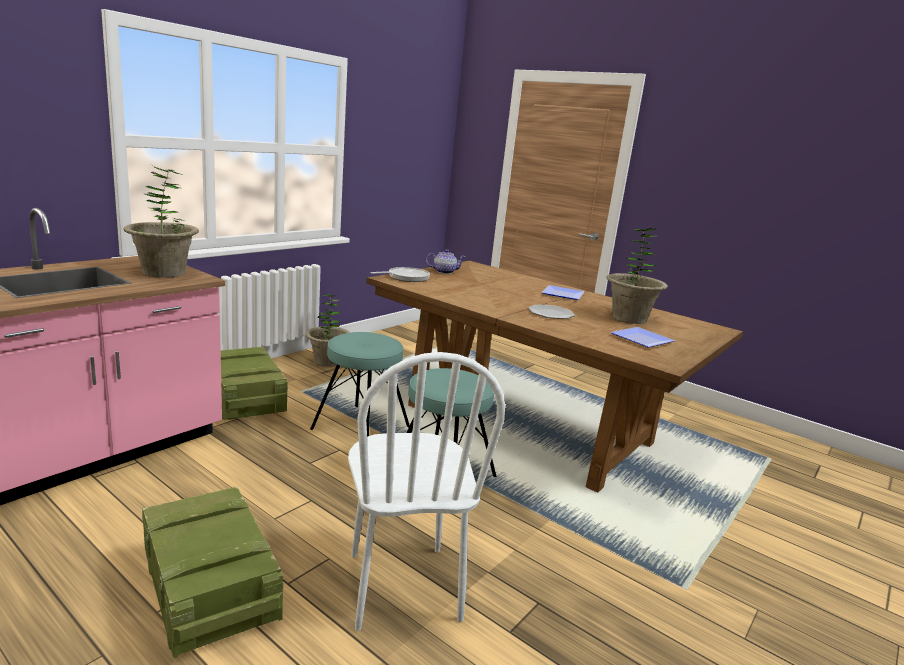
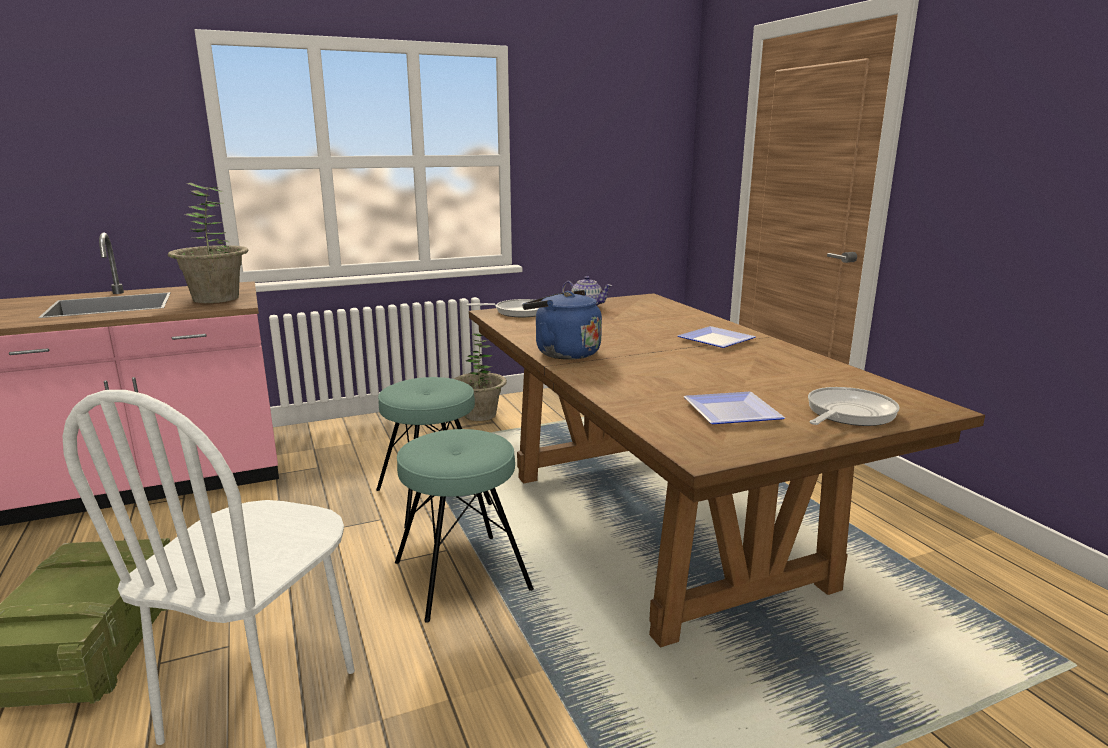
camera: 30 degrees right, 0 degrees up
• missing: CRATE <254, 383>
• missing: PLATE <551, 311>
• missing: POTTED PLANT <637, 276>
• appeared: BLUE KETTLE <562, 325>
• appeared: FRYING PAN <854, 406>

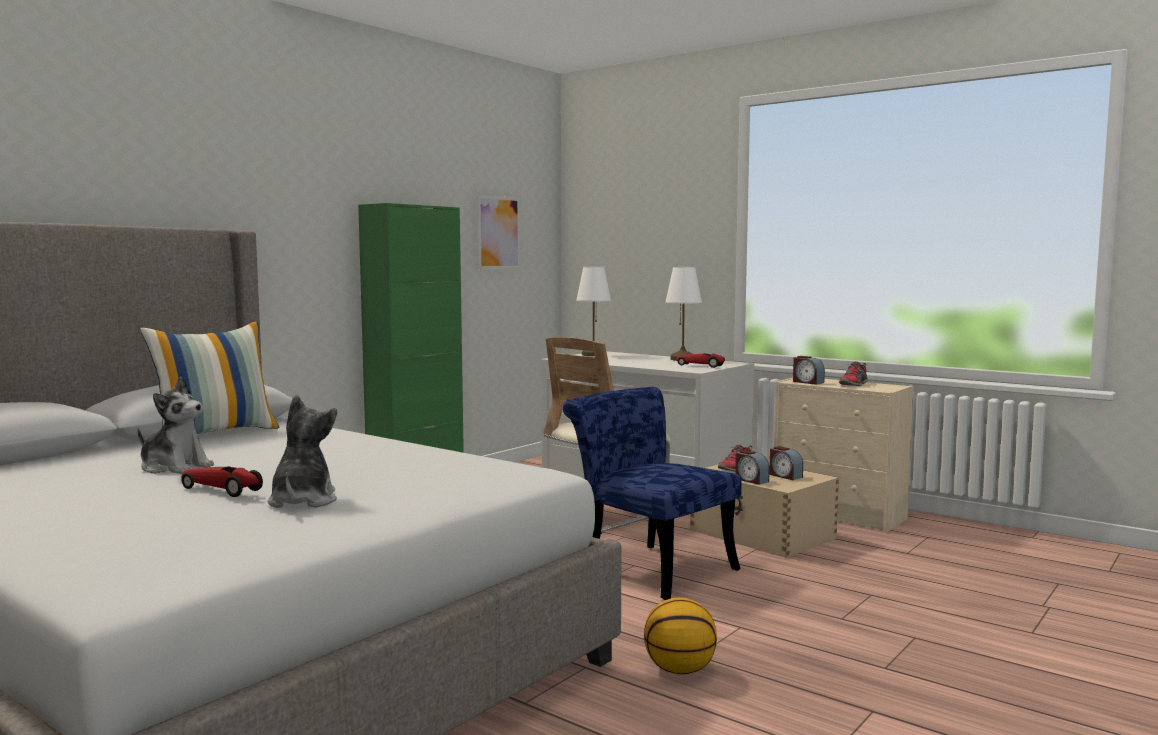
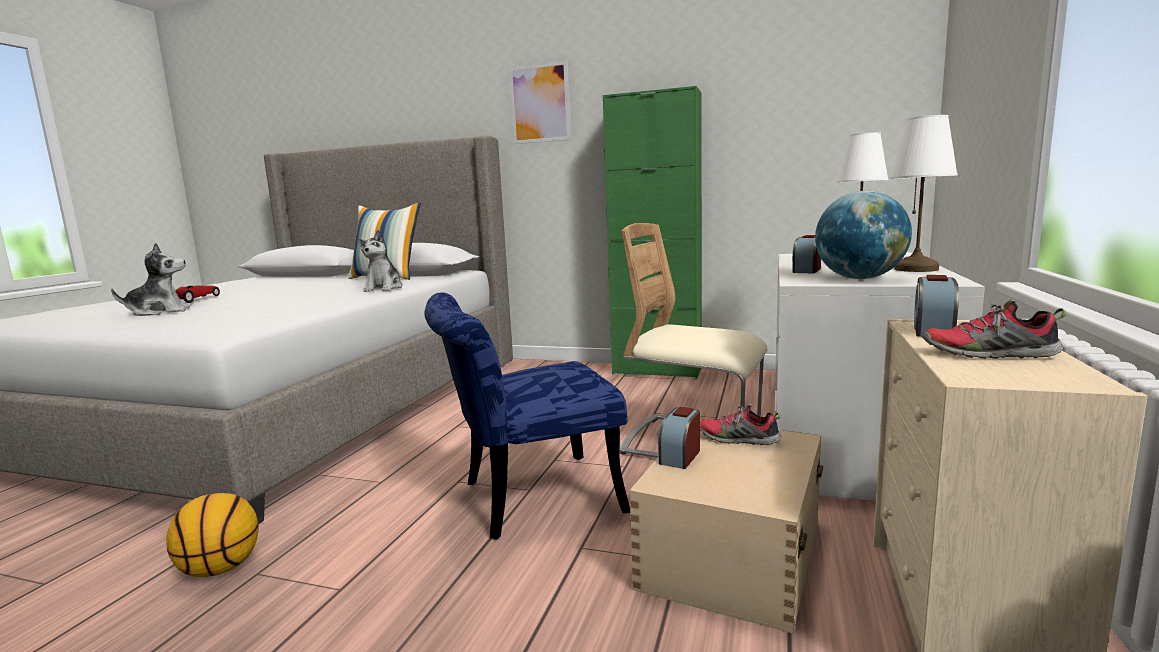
camera: 70 degrees right, 5 degrees up
• relocated: PLUSH TOY <175, 425> to <380, 261>
• relocated: PICTURE <499, 232> to <540, 102>
• spun: BLUE CHAIR <652, 493> = <527, 416> 135 degrees counterclockwise
• exchanged: TOY CAR <700, 360> to GLOBE <863, 235>
• relocated: ALARM CLOCK <786, 463> to <806, 254>

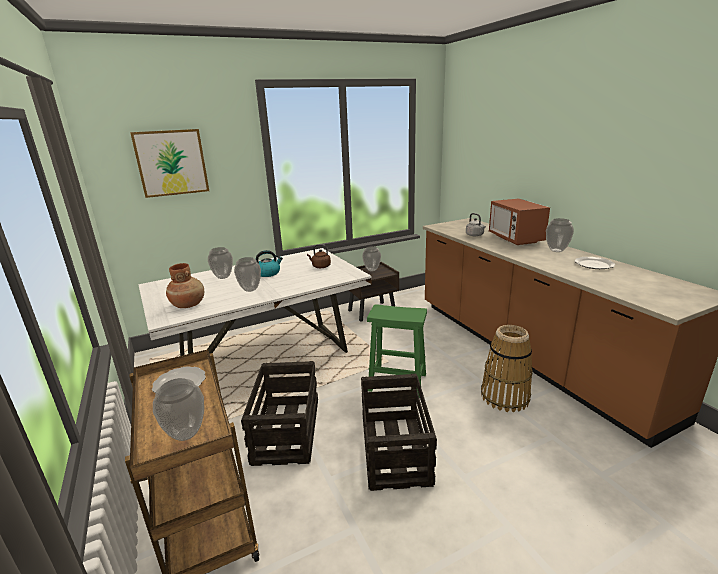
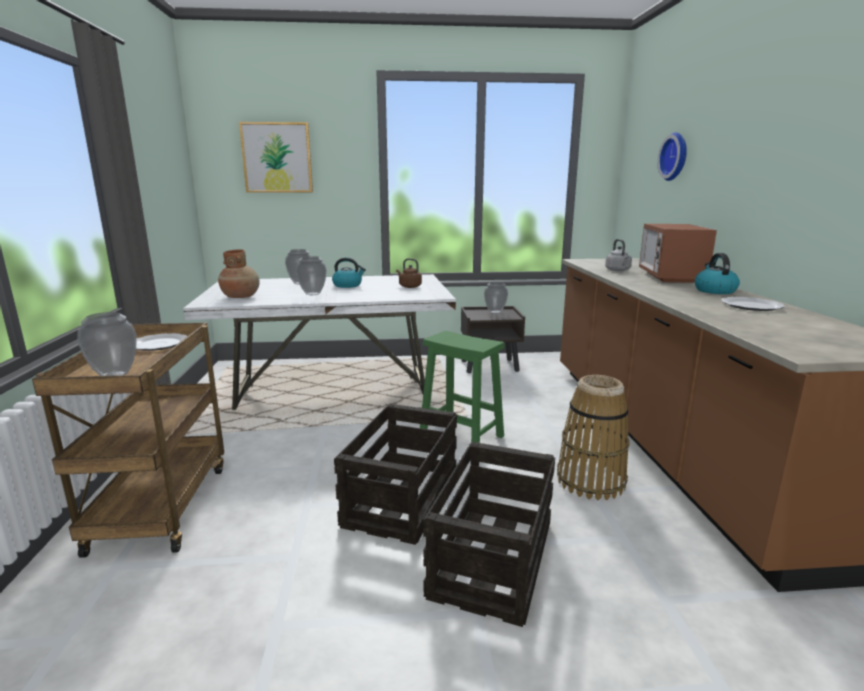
camera: 20 degrees right, 5 degrees down
• relocated: CRATE <279, 413> to <489, 534>
• exchanged: VASE <560, 235> to KETTLE <717, 273>
• appeared: WALL CLOCK <672, 156>

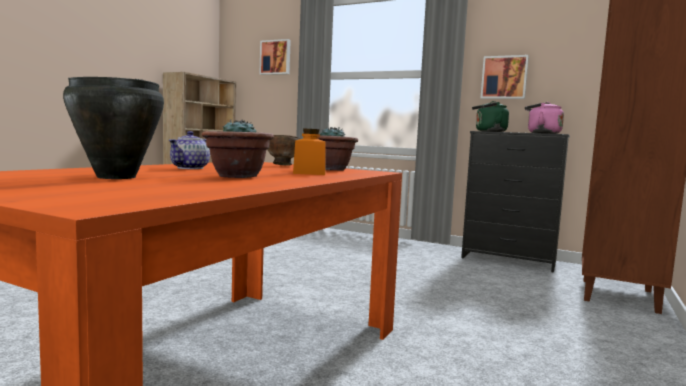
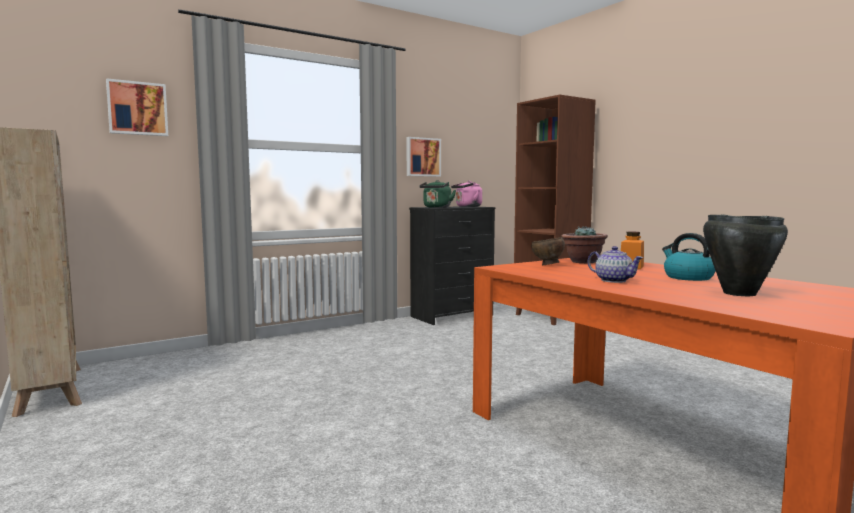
camera: 60 degrees left, 0 degrees up
• exchanged: POTTED PLANT <238, 148> to KETTLE <689, 257>

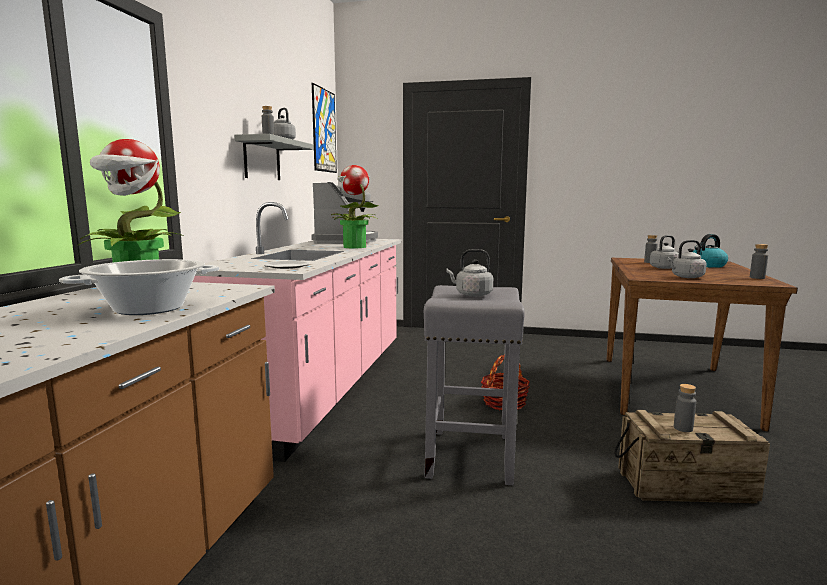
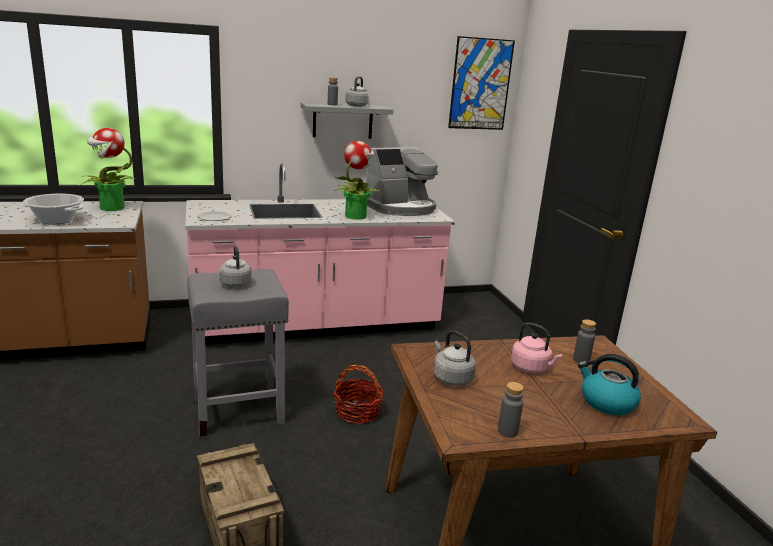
camera: 60 degrees right, 10 degrees up
• colour: GREY KETTLE <664, 252> to PINK KETTLE <537, 347>
• missing: GREY BOTTLE <685, 408>

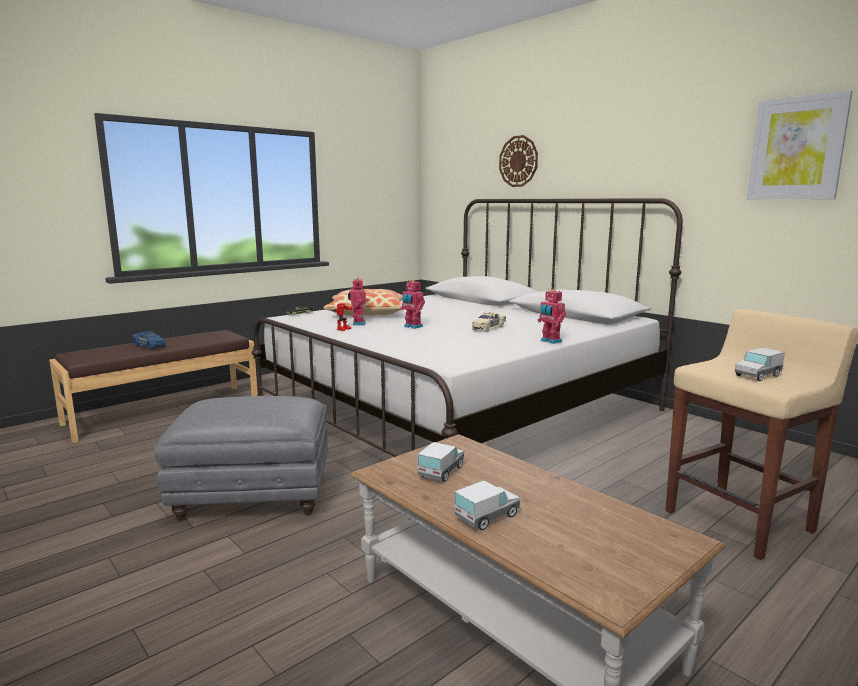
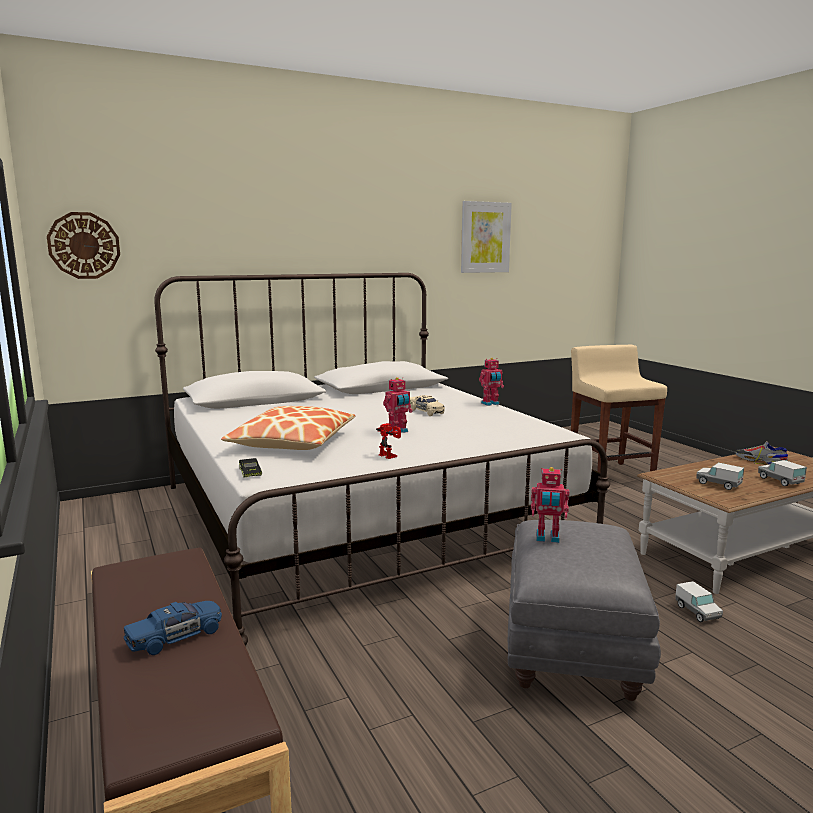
camera: 75 degrees left, 0 degrees up
• relocated: TOY ROBOT <357, 301> to <550, 505>
• relocated: WALL CLOCK <518, 161> to <83, 245>
• relocated: TOY TRUCK <760, 364> to <699, 601>
• appeared: SHOE <762, 453>

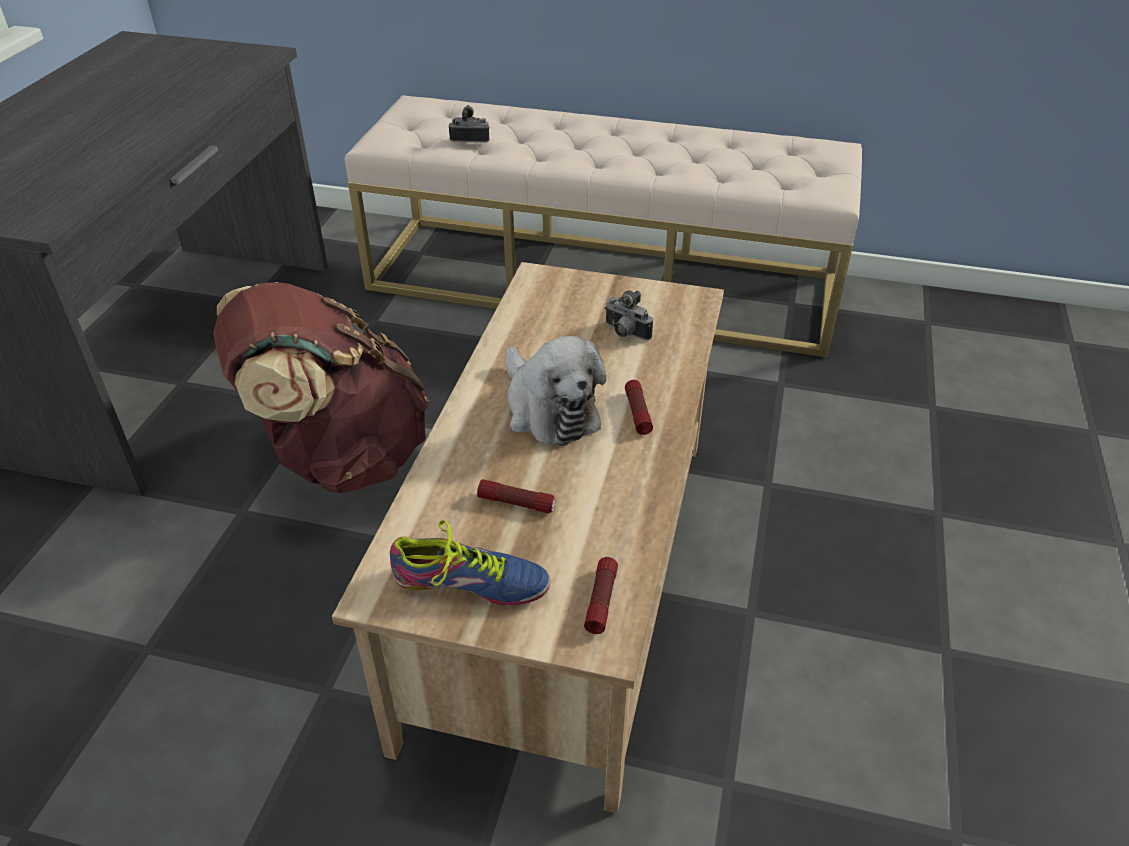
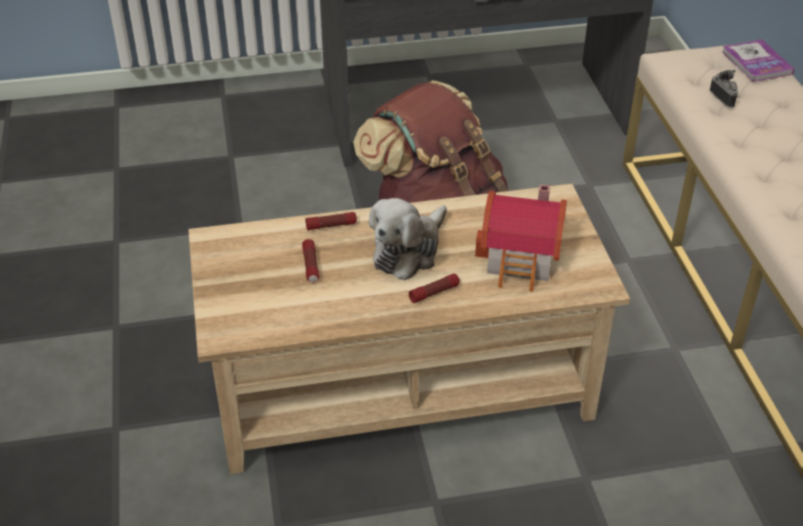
camera: 65 degrees right, 0 degrees up
• missing: SHOE <470, 562>
• relocated: FLASHLIGHT <601, 595> to <331, 221>
• exchanged: PHOTO CAMERA <629, 315> to TOY HOUSE <521, 238>
• appeared: BOOK <758, 60>

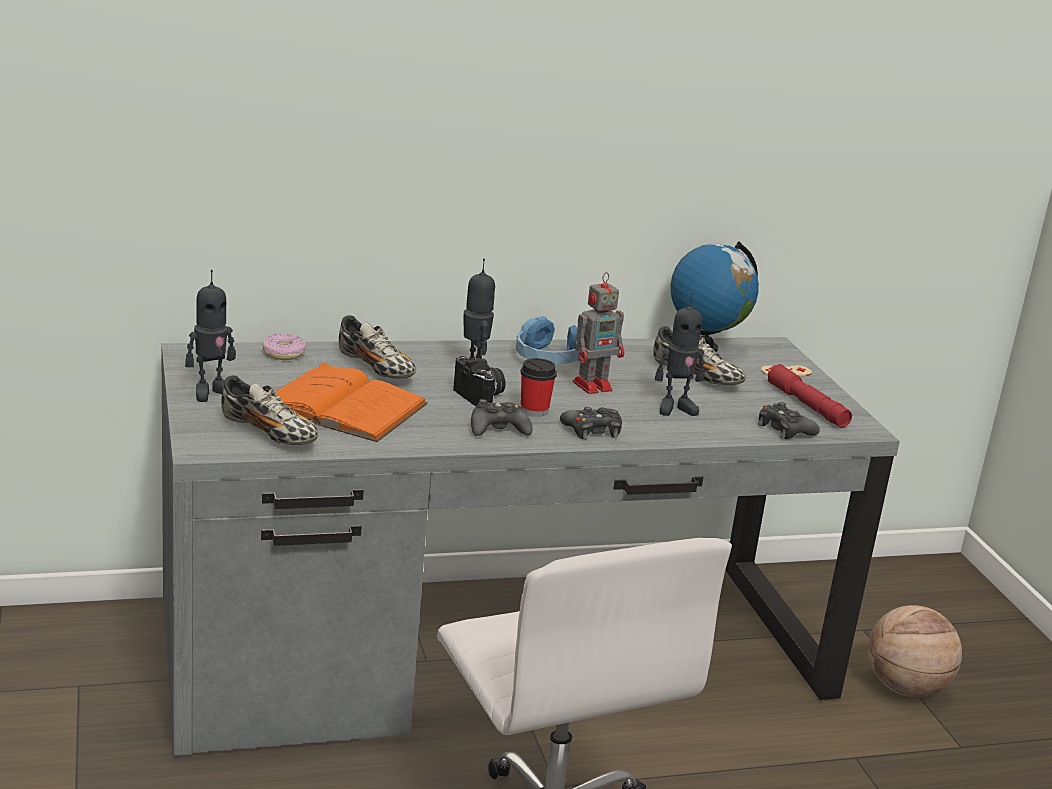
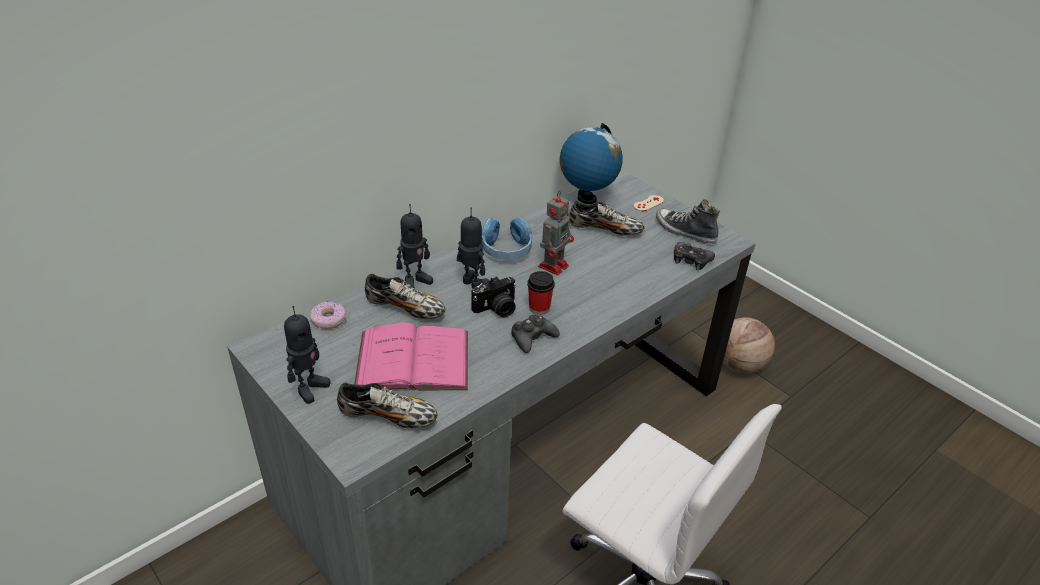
camera: 25 degrees left, 15 degrees up
• colour: ORANGE BOOK <352, 402> to PINK BOOK <411, 356>
• spun: PHOTO CAMERA <479, 381> = <493, 297> 120 degrees clockwise
• missing: BLACK GAME CONTROLLER <591, 423>
• relocated: TOY ROBOT <680, 354> to <414, 246>
• exchanged: RED FLASHLIGHT <810, 396> to SHOE <688, 221>

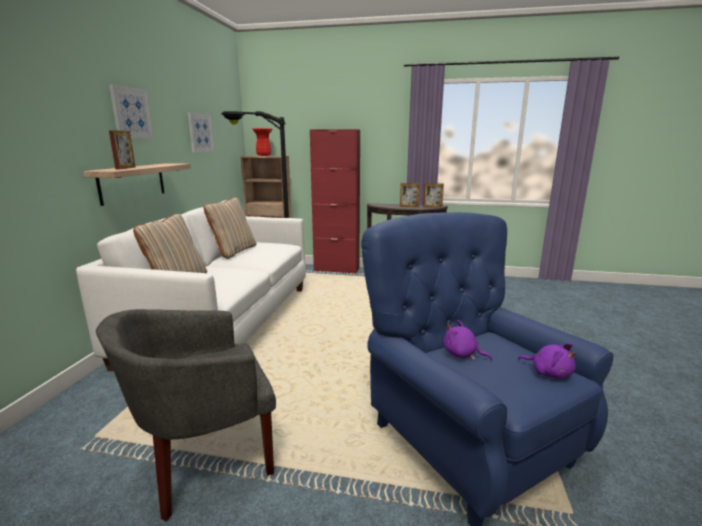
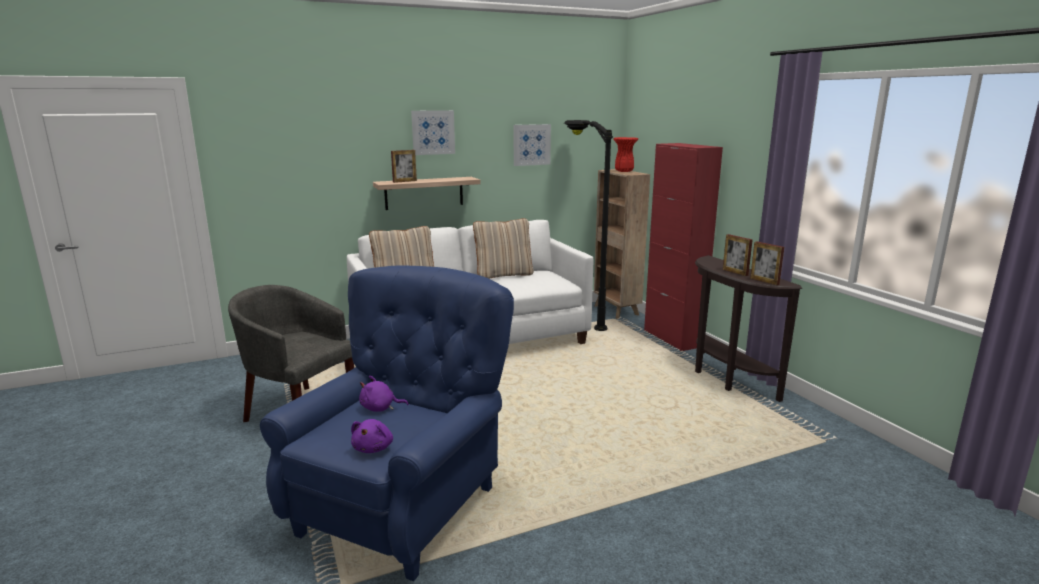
camera: 55 degrees right, 0 degrees up
• spun: PURPLE PLUSH TOY <467, 340> = <384, 394> 90 degrees counterclockwise

